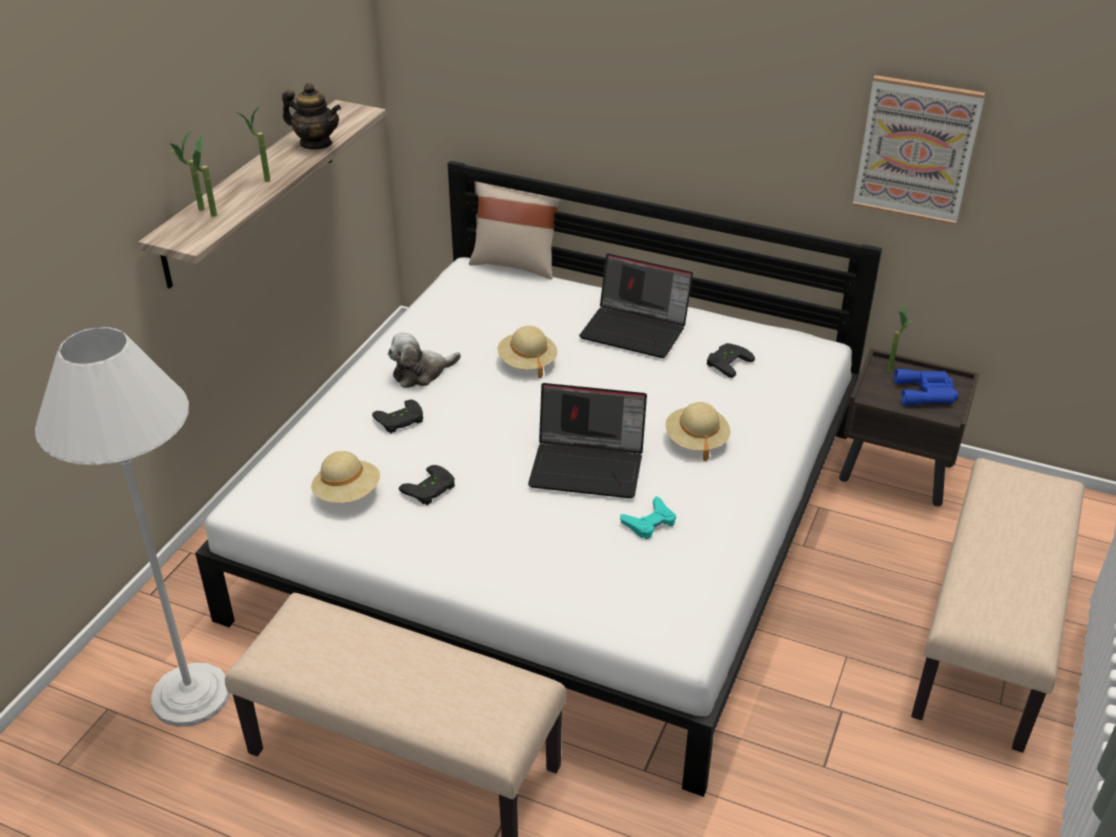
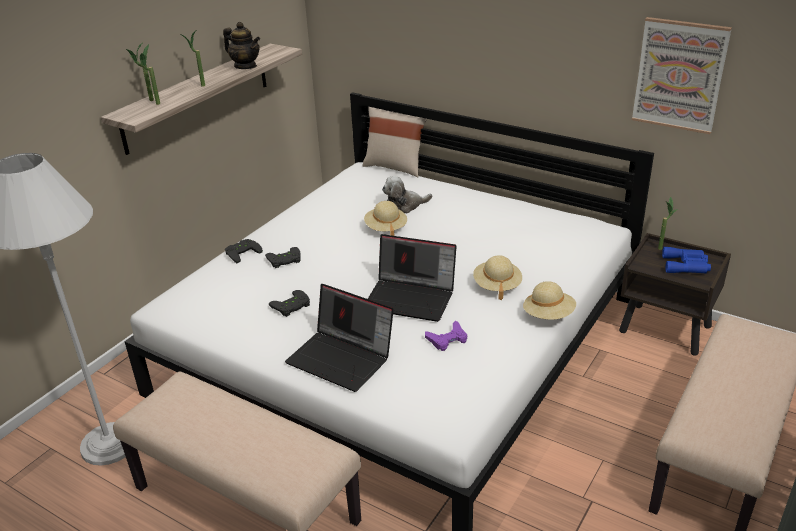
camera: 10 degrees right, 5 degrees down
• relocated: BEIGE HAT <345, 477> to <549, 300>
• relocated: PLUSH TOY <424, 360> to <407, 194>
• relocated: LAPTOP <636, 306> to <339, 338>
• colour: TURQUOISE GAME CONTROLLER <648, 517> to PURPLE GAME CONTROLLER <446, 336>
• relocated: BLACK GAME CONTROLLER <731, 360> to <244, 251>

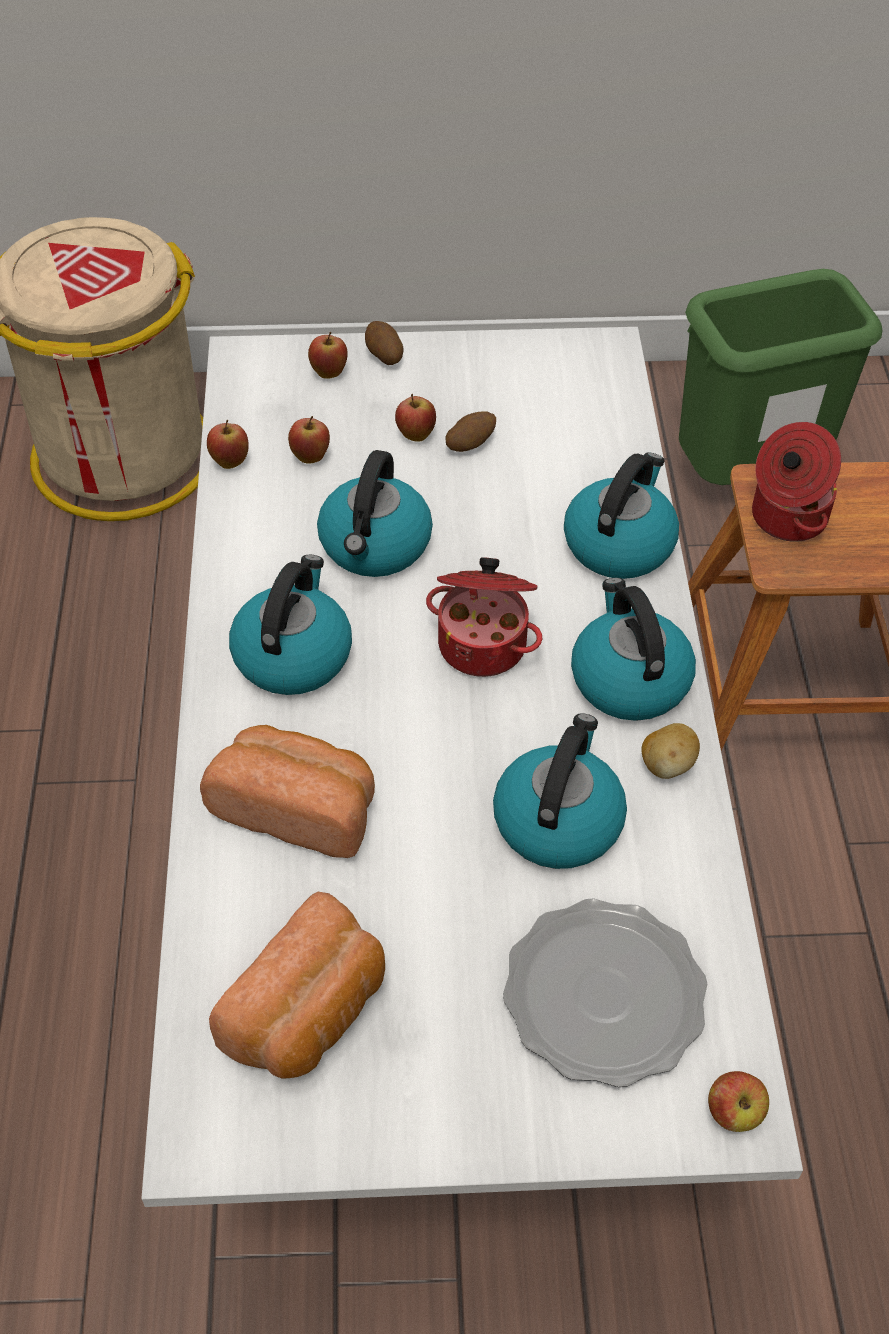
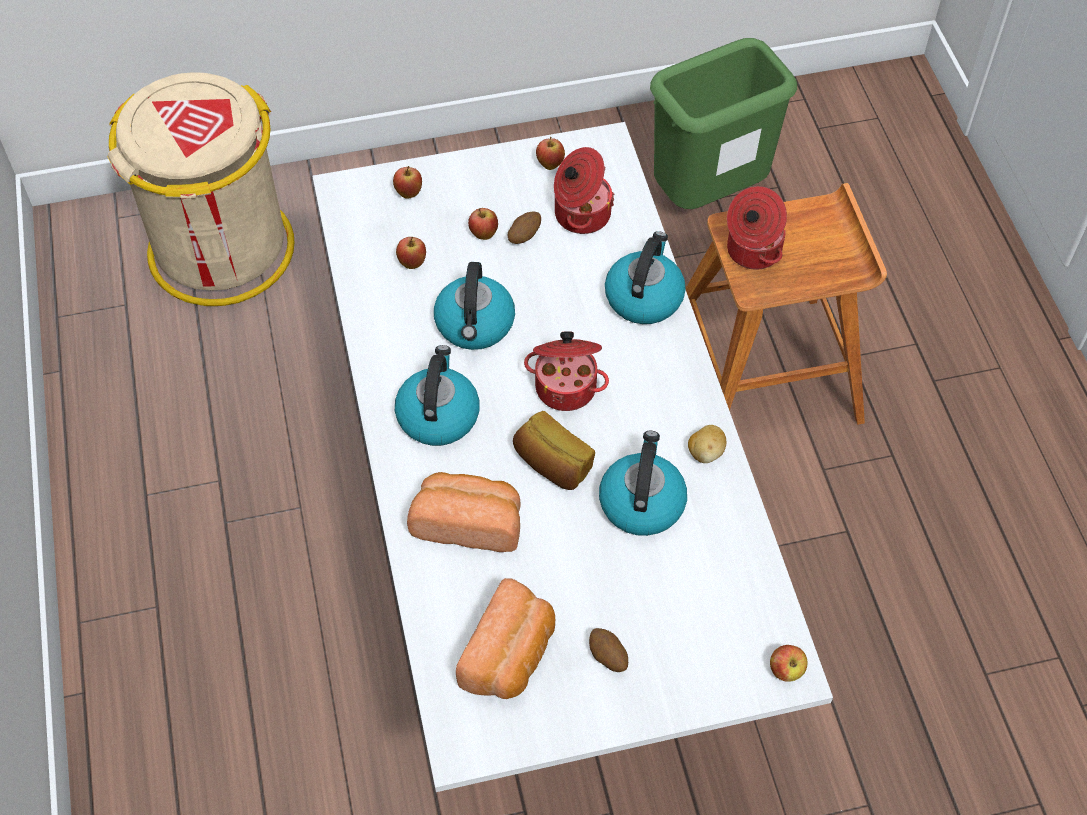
camera: 10 degrees left, 5 degrees up
• relocated: APPLE <228, 444> to <550, 153>
• relocated: POTATO <384, 343> to <608, 650>
• missing: PLATE <605, 992>
• missing: KETTLE <633, 649>
• appeared: BREAD <554, 450>
• appeared: COOKING POT <584, 190>

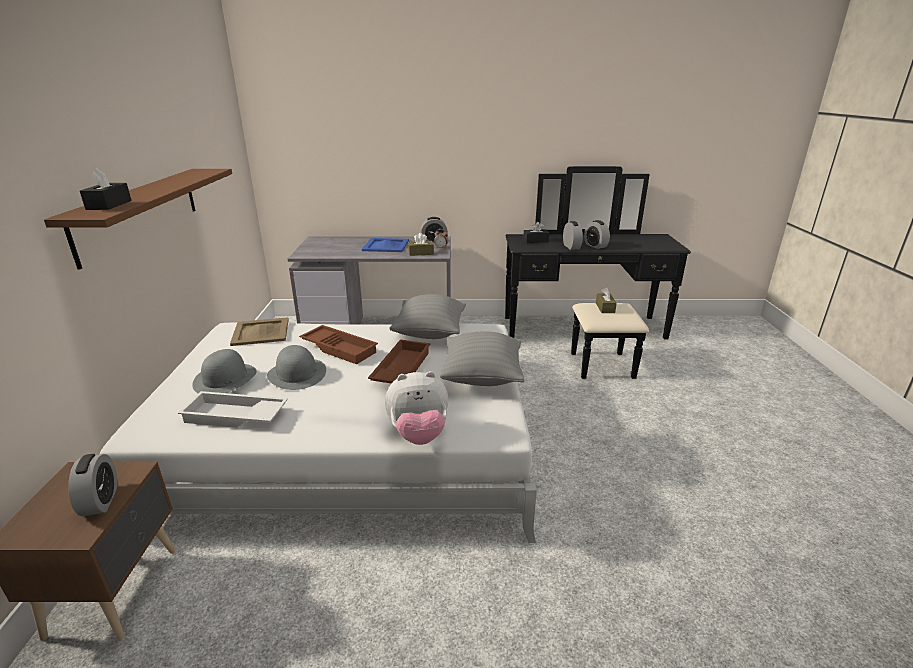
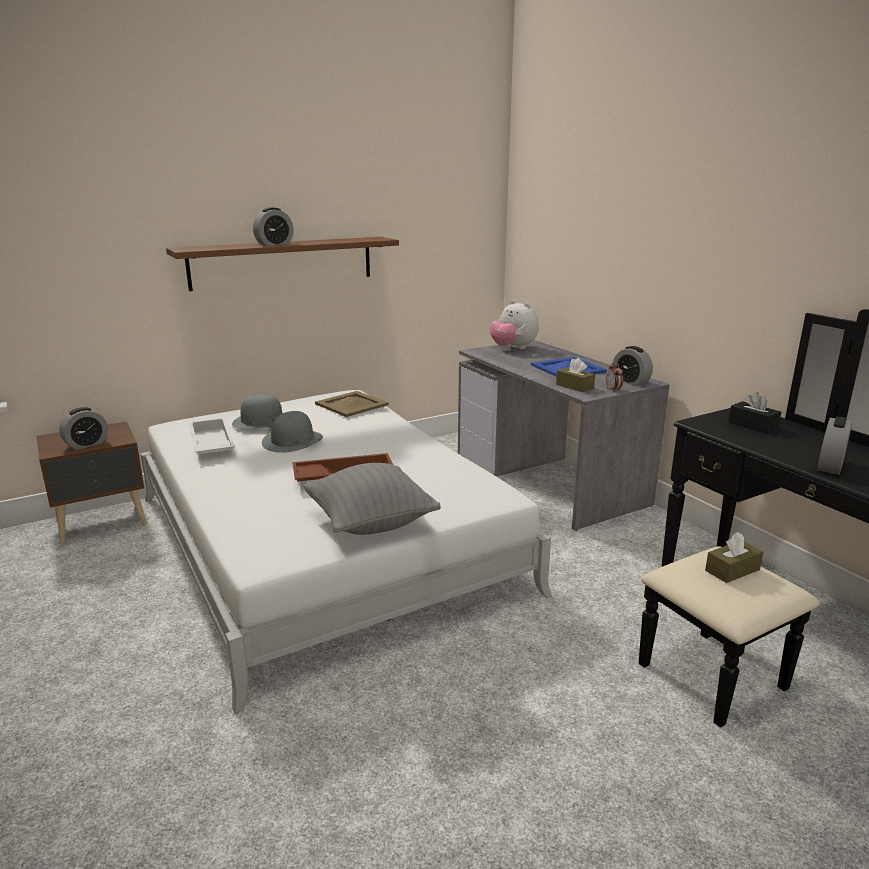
camera: 60 degrees right, 5 degrees down
• missing: BLACK TISSUE BOX <106, 189>
• missing: BROWN TRAY <338, 344>
• relocated: PLUSH TOY <416, 408> to <514, 324>
• missing: GREY PILLOW <427, 316>
• relocated: ALARM CLOCK <573, 235> to <273, 226>

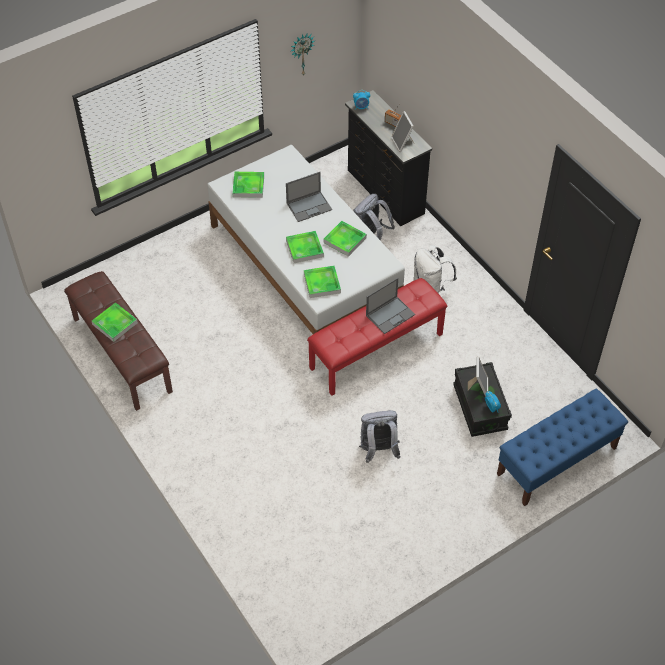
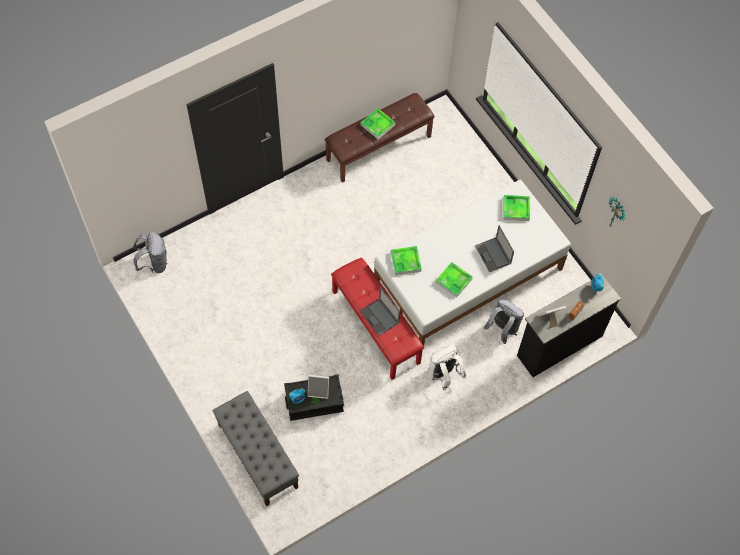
camera: 90 degrees right, 10 degrees up
• missing: TRAY <305, 247>
• relocated: GREY BACKPACK <379, 436> to <150, 252>
• colour: BLUE BENCH <562, 447> to GREY BENCH <256, 449>

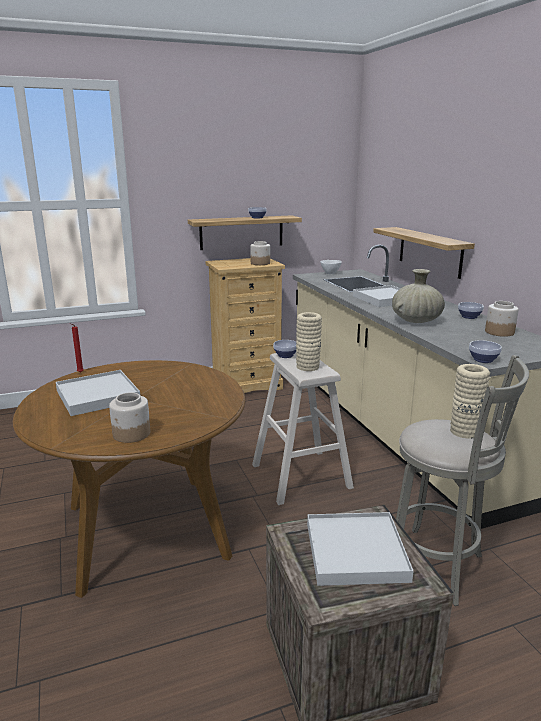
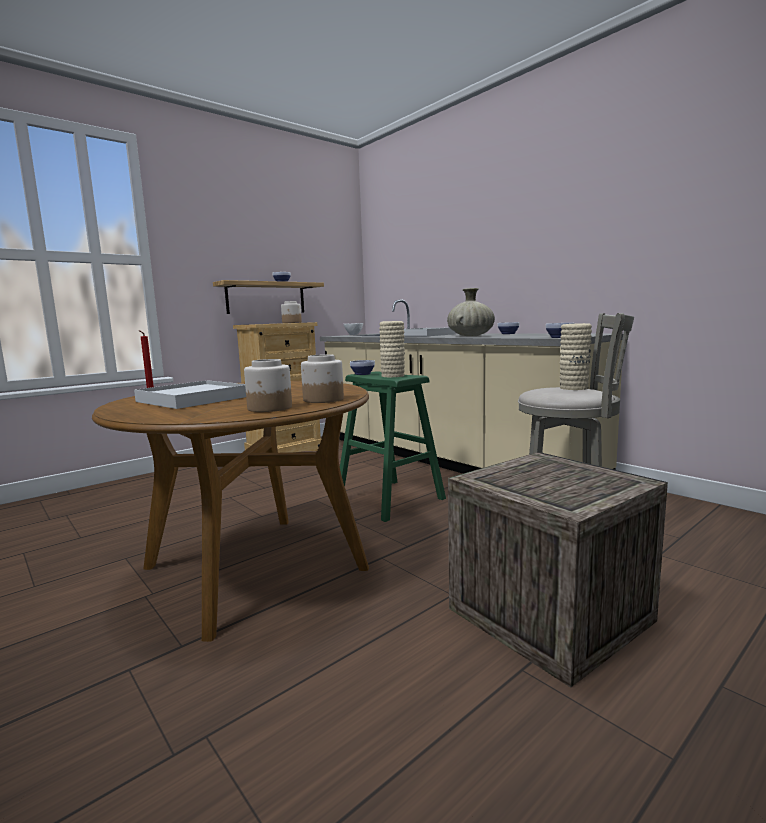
camera: 20 degrees left, 10 degrees down
• colour: BEIGE STOOL <303, 428> to GREEN STOOL <393, 446>
• missing: WHITE TRAY <360, 549>
• missing: SHELF <424, 253>
• relocated: JAR <502, 319> to <322, 378>

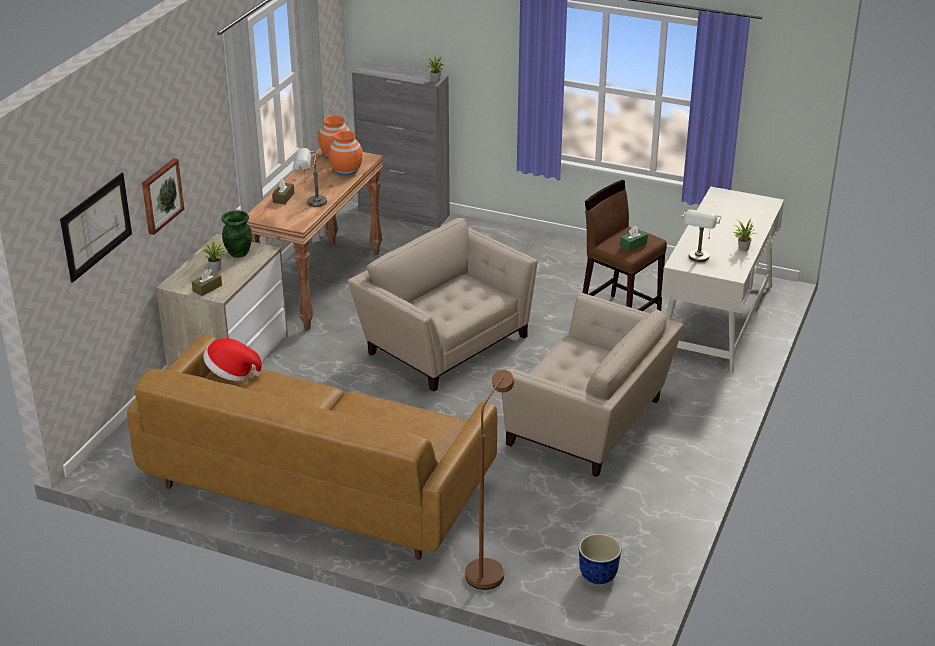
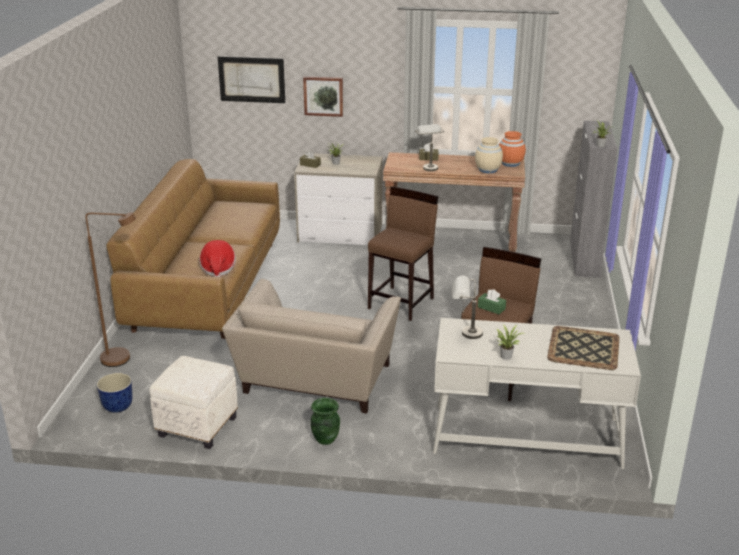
camera: 75 degrees right, 5 degrees down
• relocated: HAT <232, 359> to <218, 258>
• relocated: GREEN VASE <237, 234> to <325, 421>
• colour: ORANGE VASE <345, 153> to BEIGE VASE <489, 155>
• exchanged: BEIGE ARMCHAIR <443, 305> to BROWN STOOL <403, 253>
• appeared: WHITE OTTOMAN <194, 402>
• appeared: TRAY <583, 348>

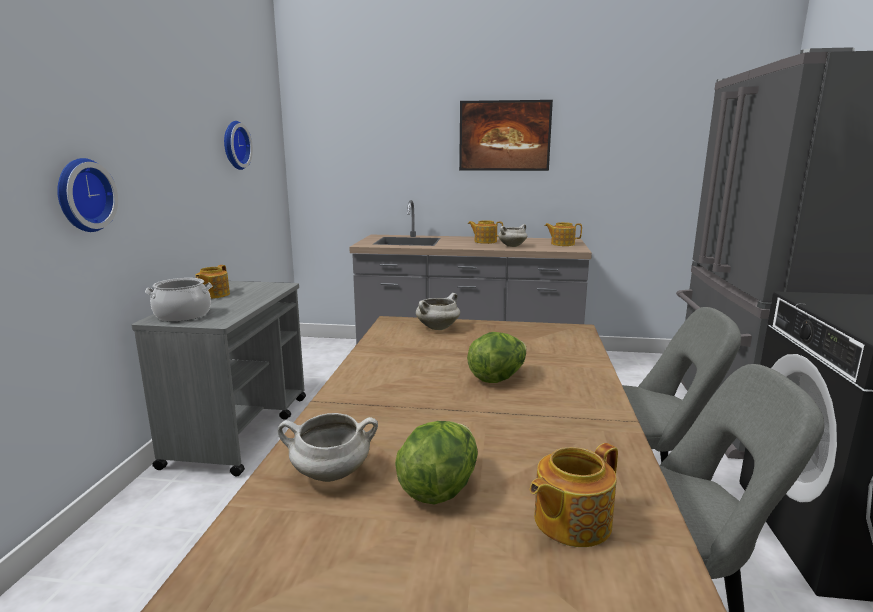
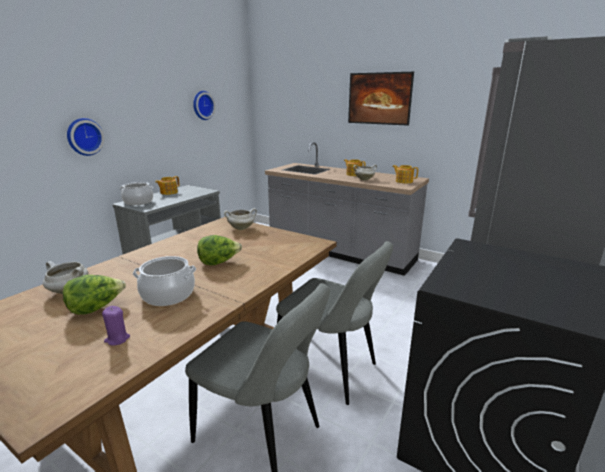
camera: 25 degrees right, 5 degrees up
• exchanged: TEAPOT <574, 495> to PURPLE CANDLE <116, 325>
• appeared: COOKING POT <164, 281>

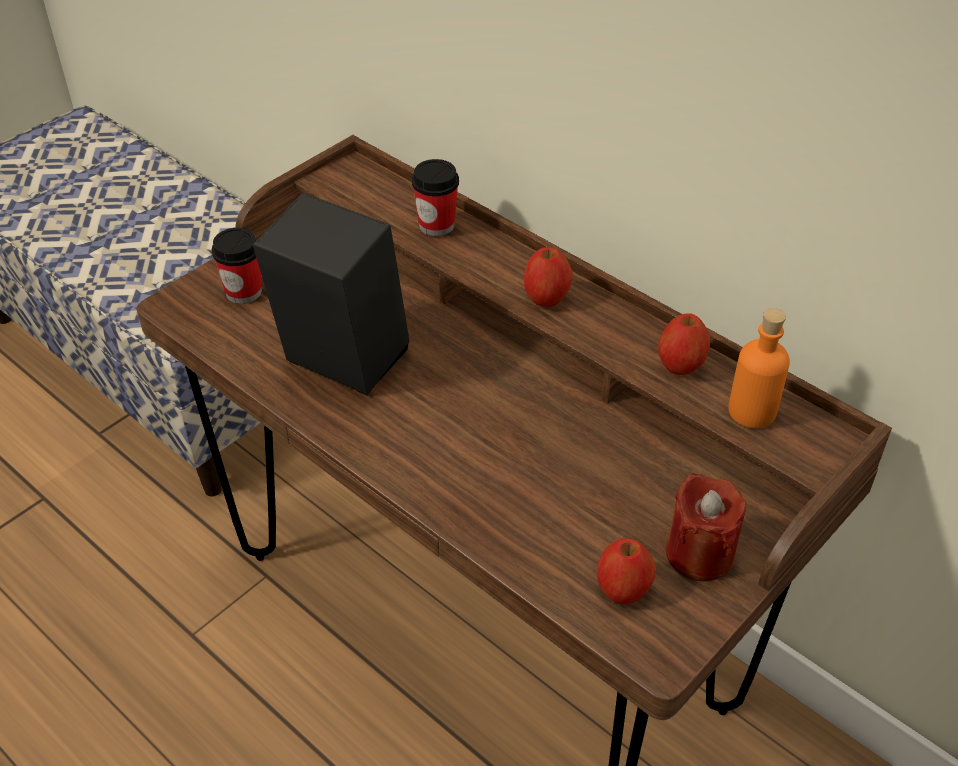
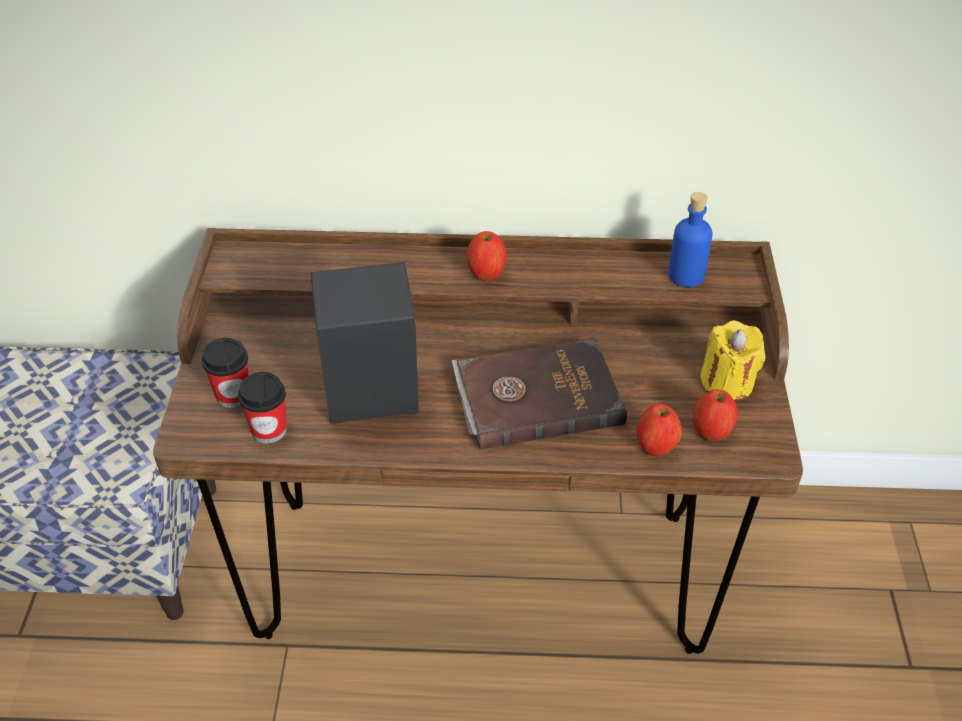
camera: 40 degrees left, 0 degrees up
• relocated: CUP <435, 197> to <262, 408>
• relocated: APPLE <684, 344> to <659, 429>
• colour: RED CANDLE <706, 527> to YELLOW CANDLE <732, 360>
• colour: ORANGE BOTTLE <759, 368> to BLUE BOTTLE <690, 239>
• appeared: BROWN BOOK <539, 394>

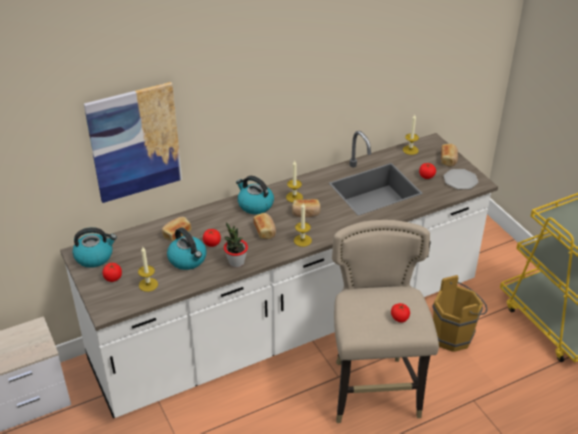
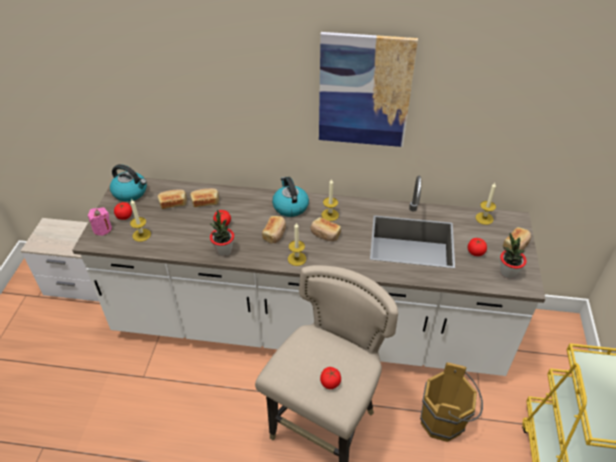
camera: 35 degrees right, 5 degrees up
• relocated: PICTURE <133, 142> to <368, 89>
• missing: KETTLE <187, 249>
• exchanged: PLATE <461, 179> to POTTED PLANT <513, 256>
• appeared: PINK CANDLE <100, 221>
• appeared: BREAD <172, 199>

